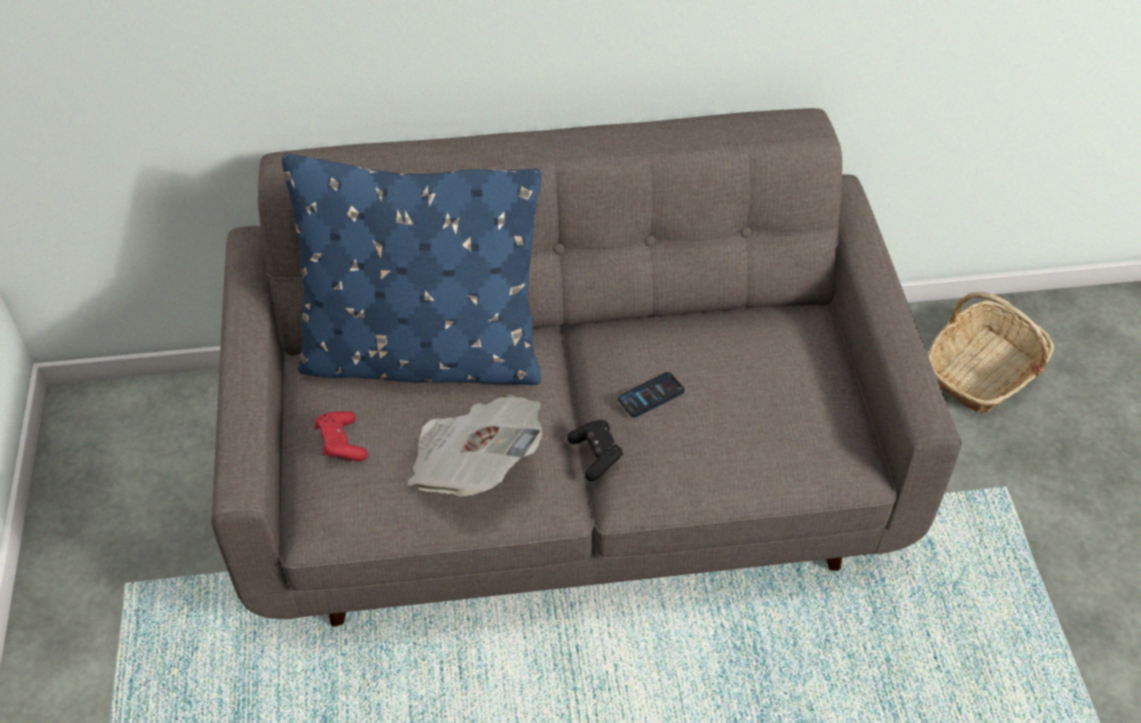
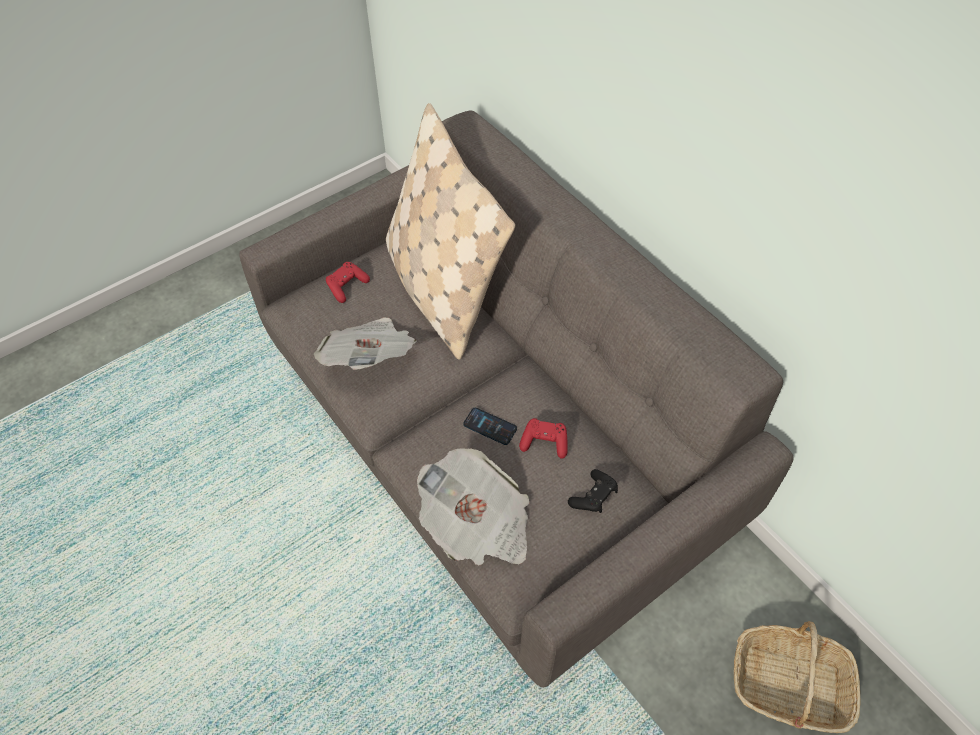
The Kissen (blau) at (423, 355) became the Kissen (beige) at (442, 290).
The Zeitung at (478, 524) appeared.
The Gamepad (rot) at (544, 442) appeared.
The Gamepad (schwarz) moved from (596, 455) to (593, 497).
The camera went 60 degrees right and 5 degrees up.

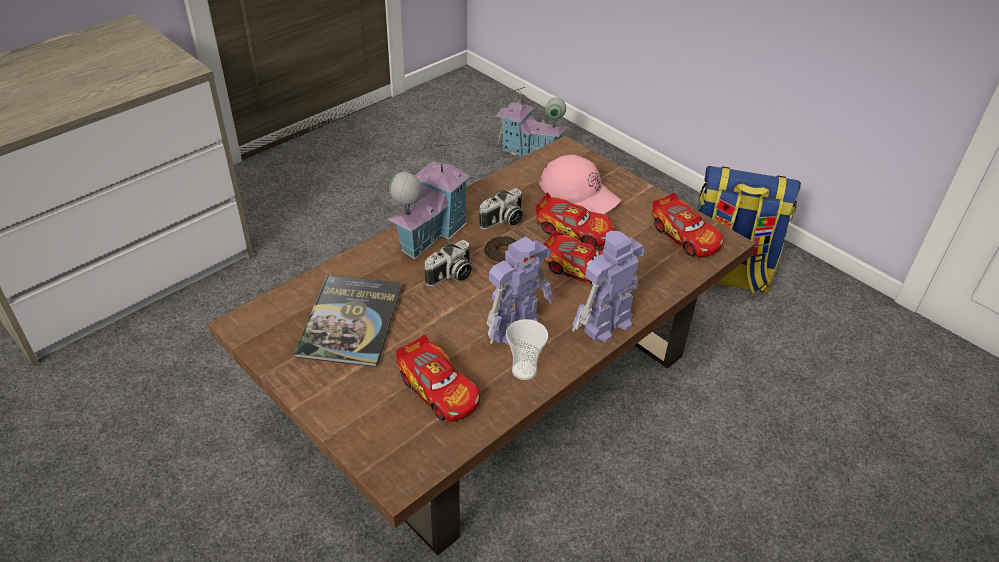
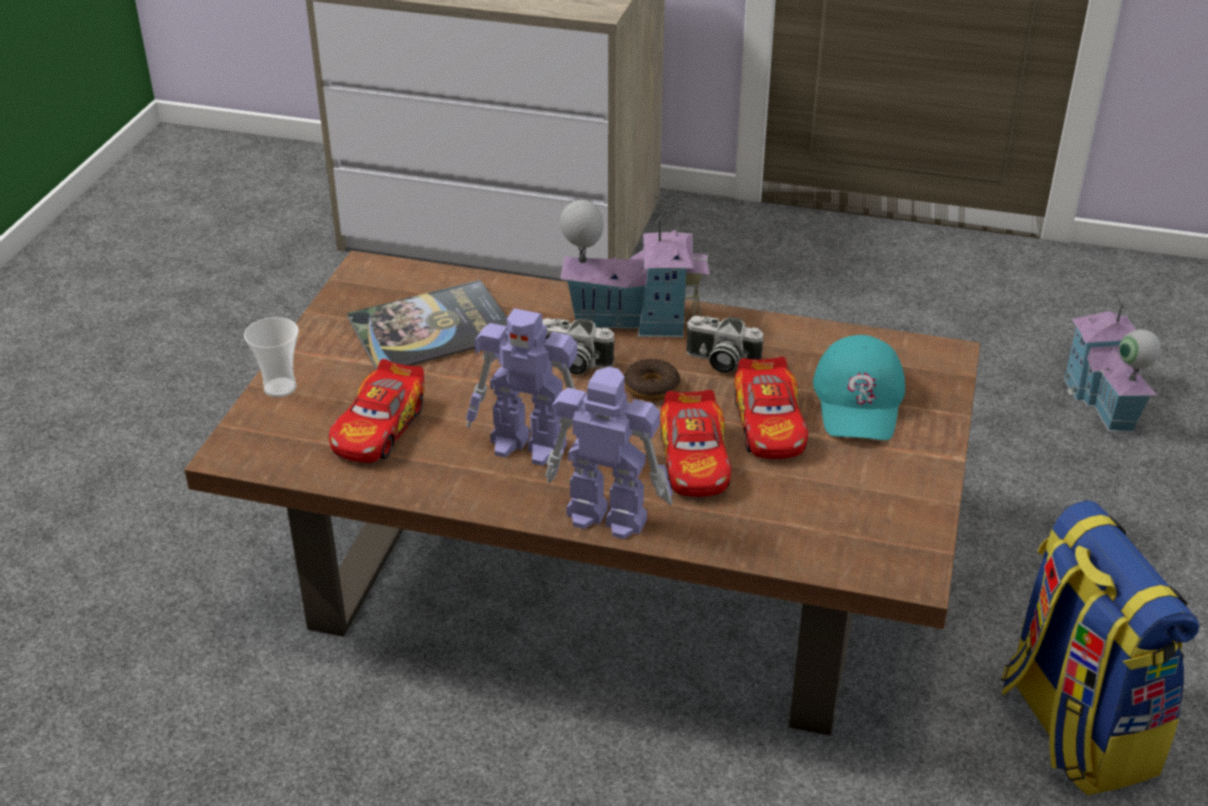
The Tasse moved from (524, 370) to (280, 388).
The Kappe (rosa) at (579, 192) became the Kappe (türkis) at (859, 400).
The Spielzeugauto at (685, 236) disappeared.
The camera went 60 degrees right and 5 degrees down.

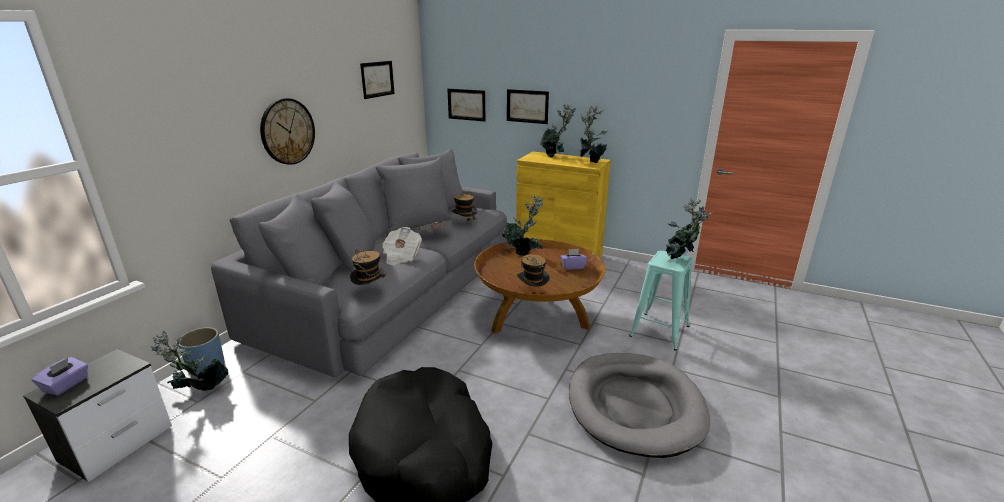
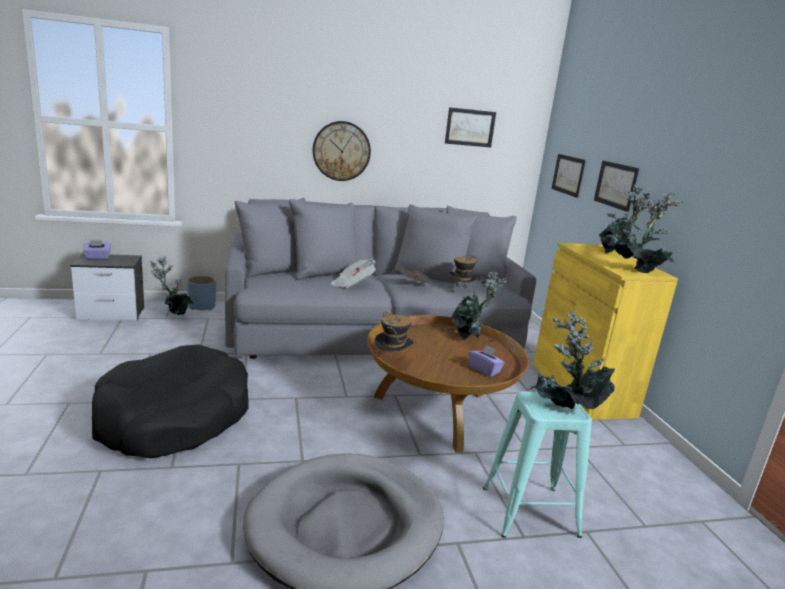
The Hut at (370, 292) disappeared.
The camera went 50 degrees right and 5 degrees down.

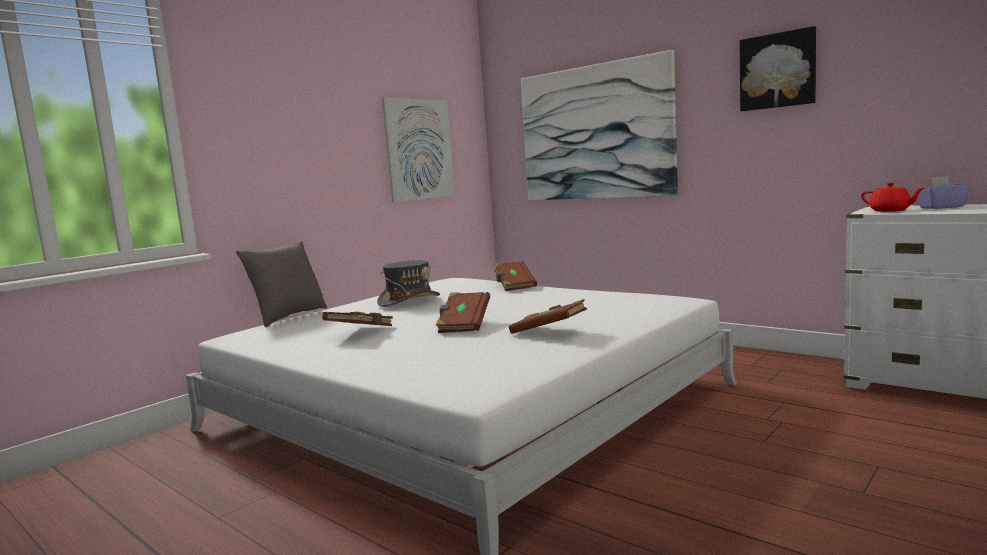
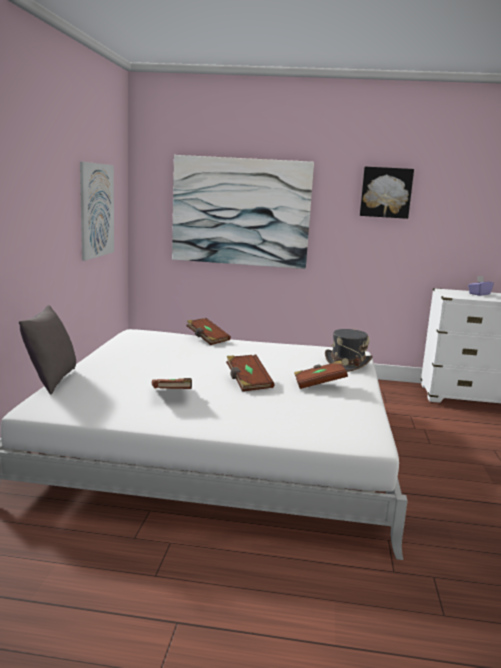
The Hut (grau) moved from (409, 300) to (347, 363).
The Teekanne (rot) at (890, 211) disappeared.
The camera went 35 degrees left and 5 degrees up.

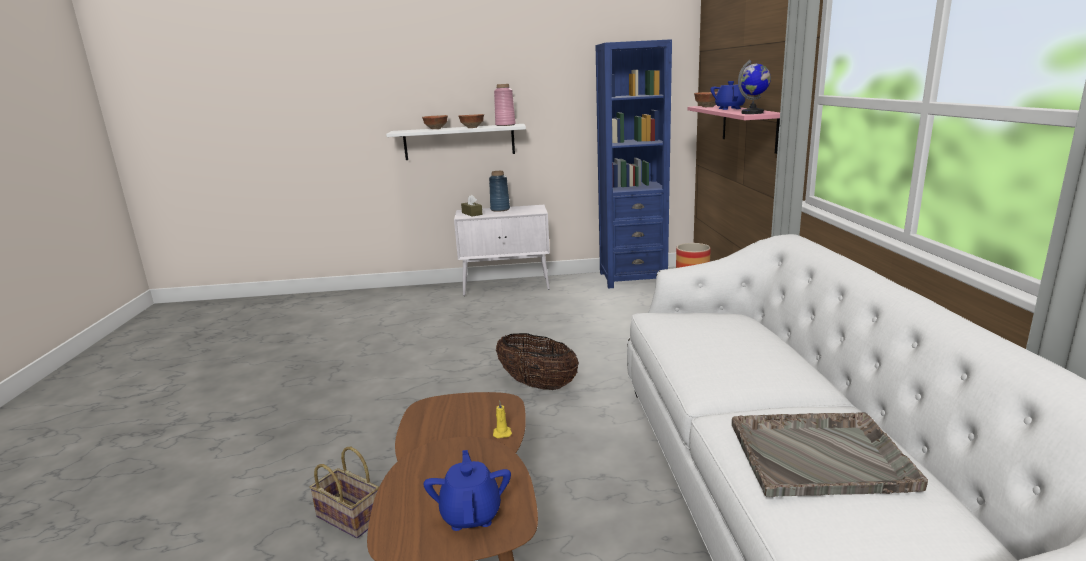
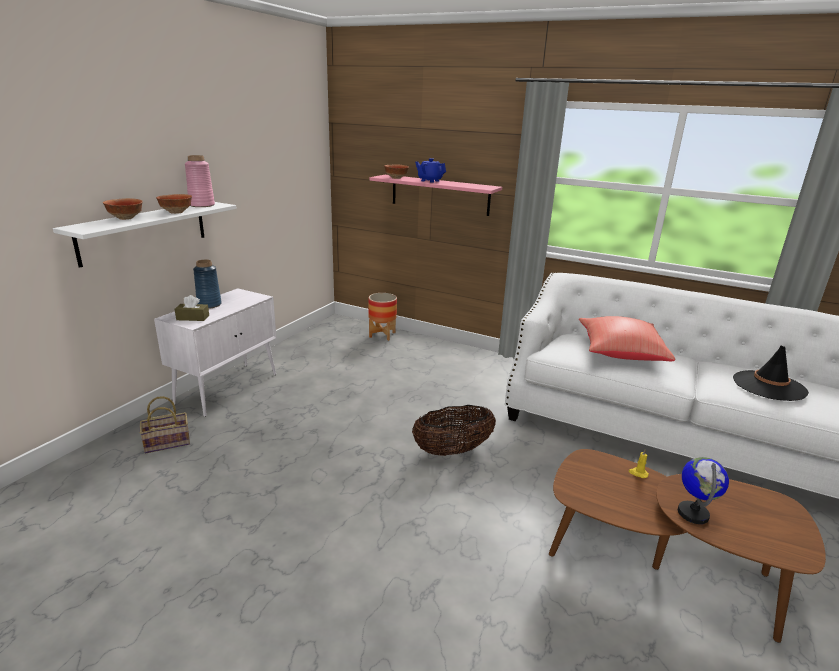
The Korb moved from (351, 517) to (168, 442).
The Kissen (rot) at (619, 353) appeared.
The Globus moved from (752, 113) to (693, 513).
The Tablett (grau) at (821, 456) was replaced by the Hut (schwarz) at (768, 386).
The Teekanne (blau) at (471, 514) disappeared.
The Bücherregal (blau) at (632, 278) disappeared.
The camera went 60 degrees left and 5 degrees up.

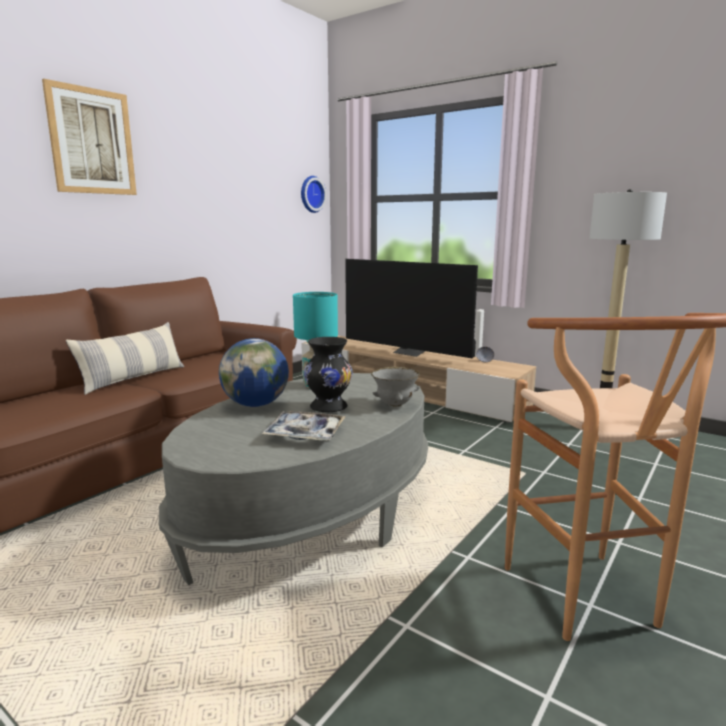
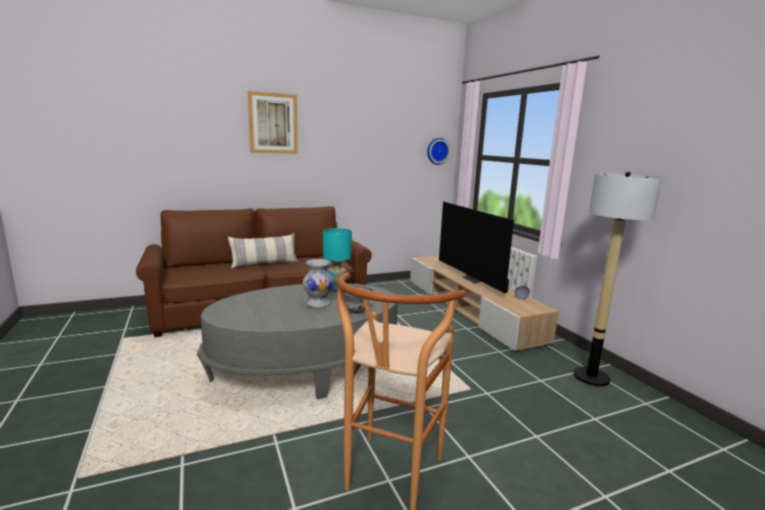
The Vase (schwarz) at (328, 407) became the Vase (weiß) at (318, 303).
The Globus at (256, 405) disappeared.
The Tablett at (305, 434) disappeared.
The camera went 30 degrees right and 0 degrees up.

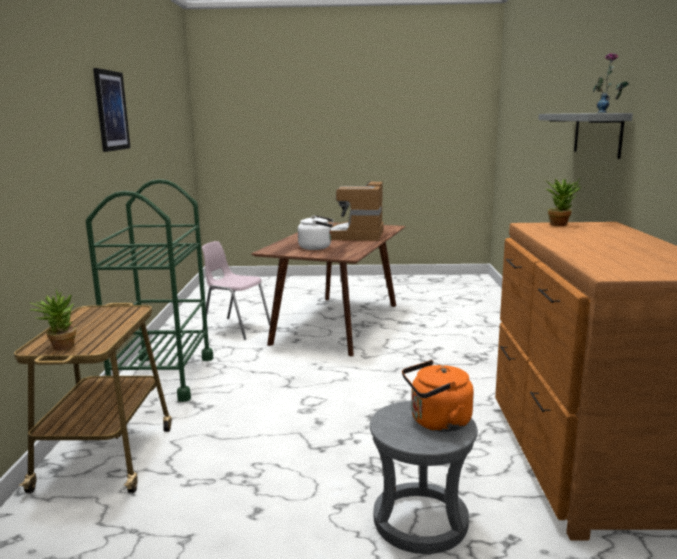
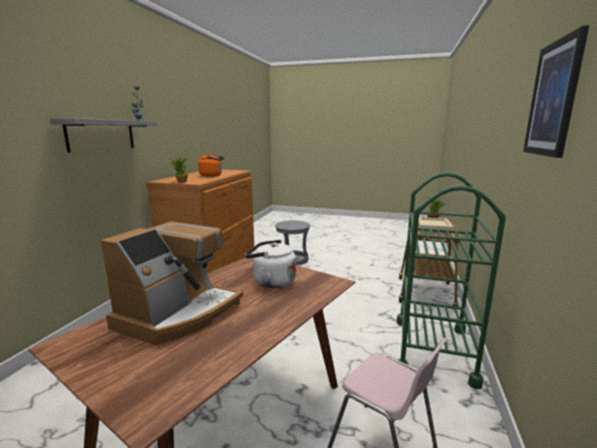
The Wasserkessel (orange) moved from (437, 422) to (212, 175).
The Tablett (beige) at (433, 228) appeared.
The camera went 165 degrees left and 0 degrees up.

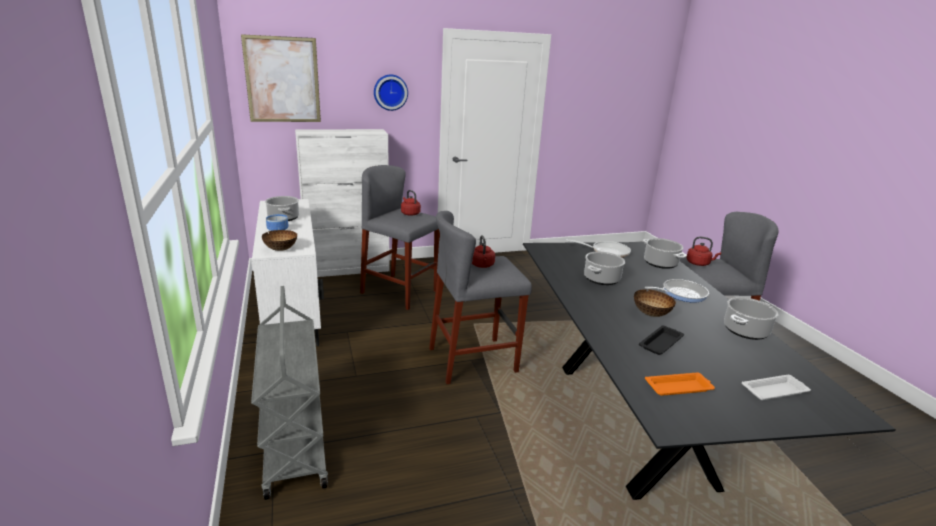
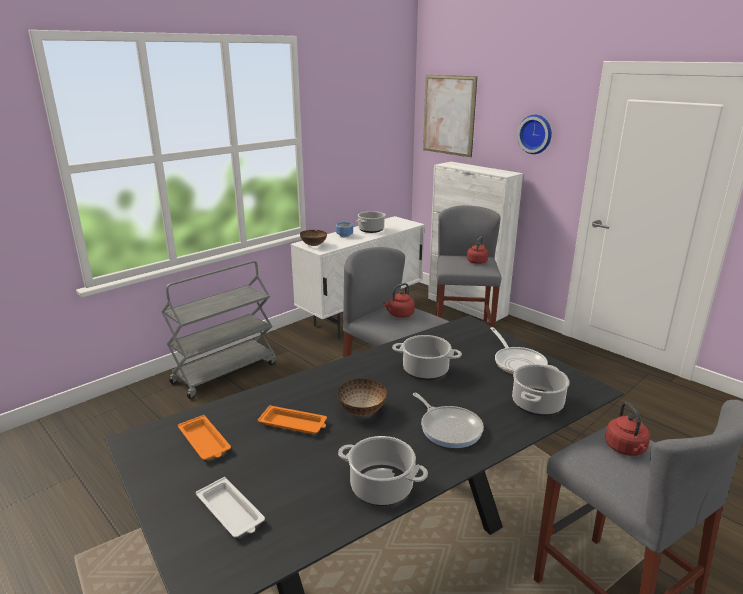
The Tablett (schwarz) at (661, 343) became the Tablett (orange) at (294, 424).
The camera went 65 degrees right and 0 degrees up.

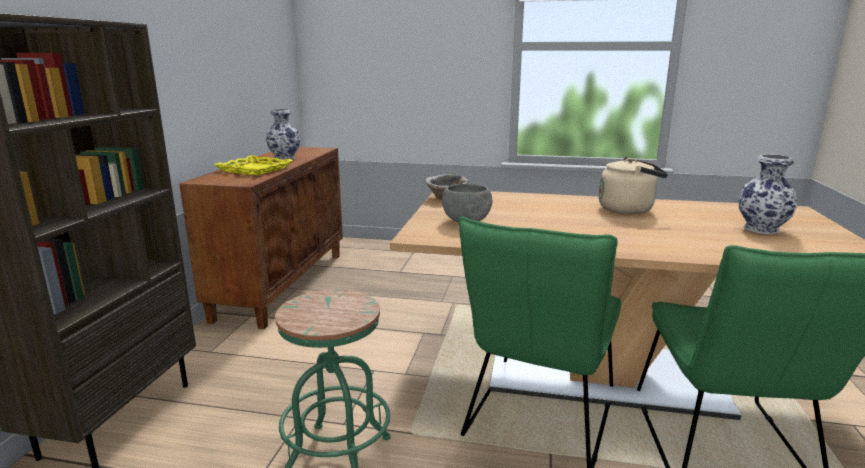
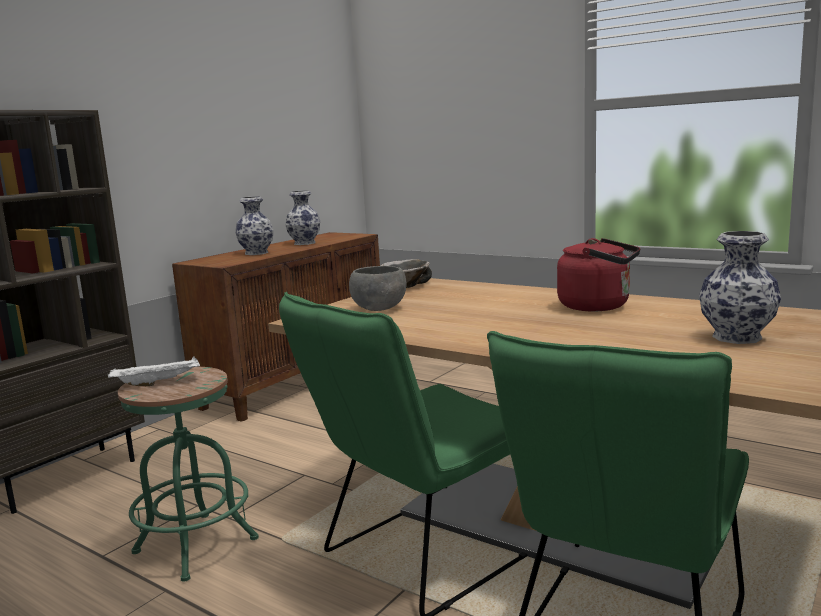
The Tablett (weiß) at (158, 383) appeared.
The Tablett (gelb) at (255, 169) was replaced by the Vase at (257, 253).
The Wasserkessel (beige) at (629, 209) became the Wasserkessel (rot) at (598, 306).
The camera went 25 degrees right and 5 degrees down.

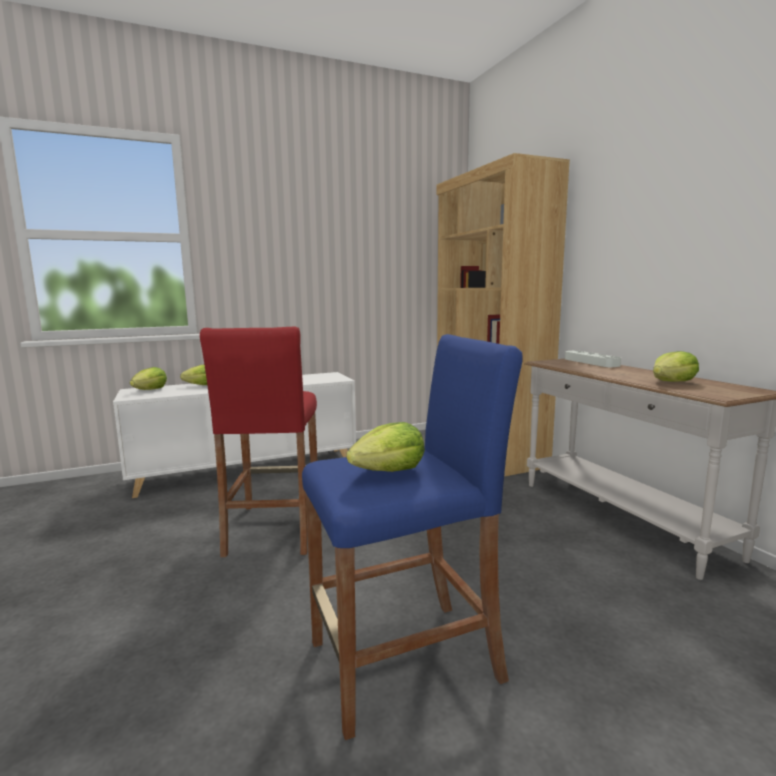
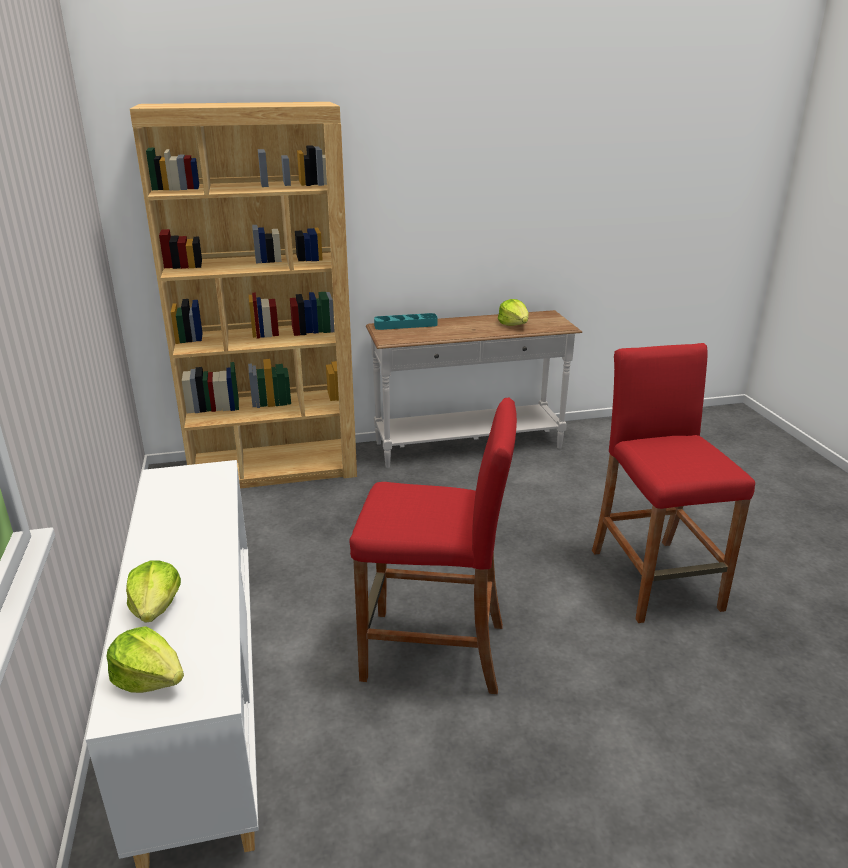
The Tablett (weiß) at (591, 362) became the Tablett (türkis) at (405, 325).
The Hocker (blau) at (405, 662) became the Hocker (rot) at (655, 579).
The Salatkopf at (389, 471) disappeared.
The camera went 80 degrees left and 15 degrees up.

